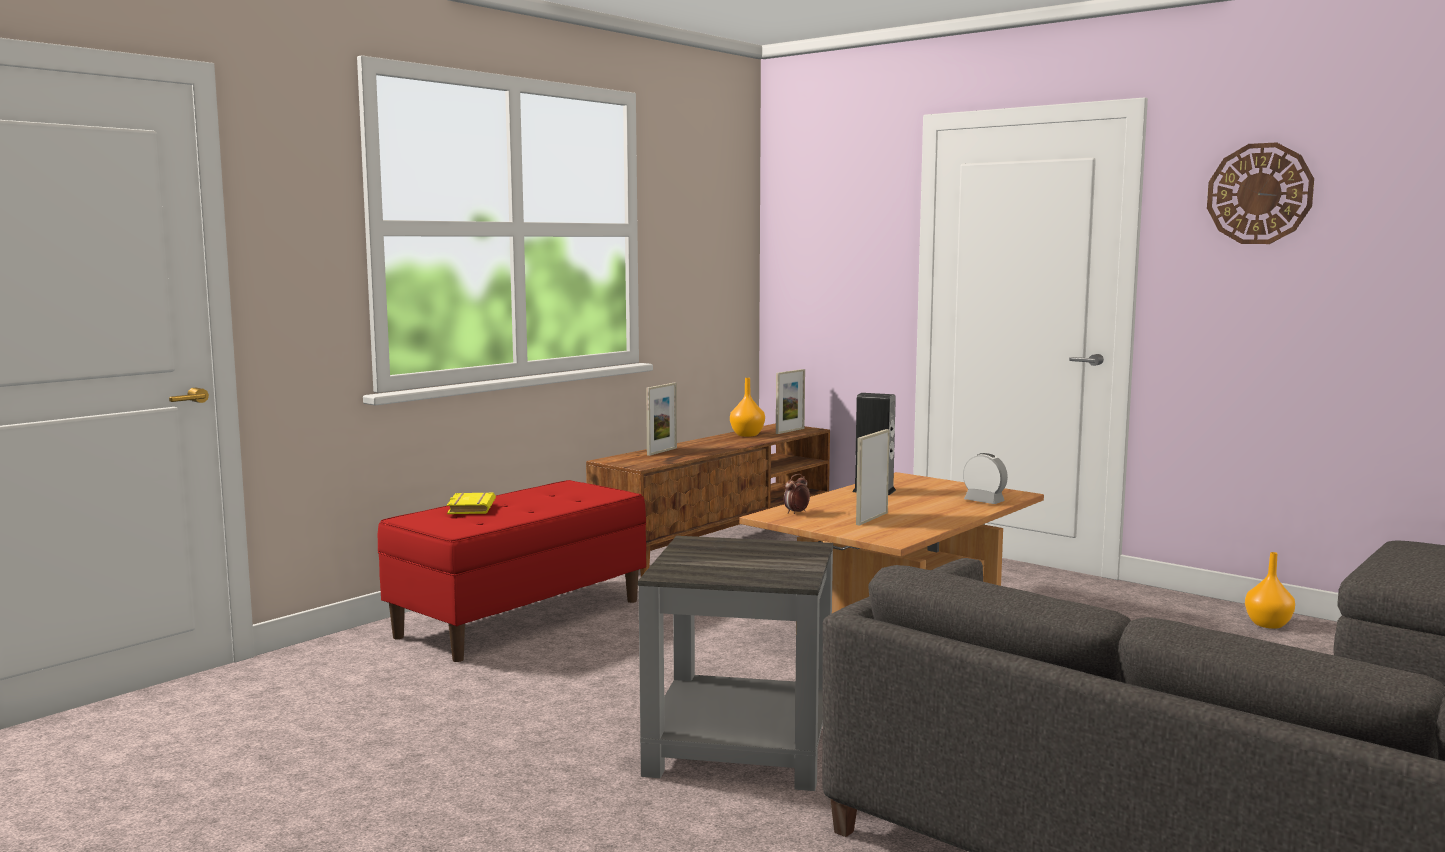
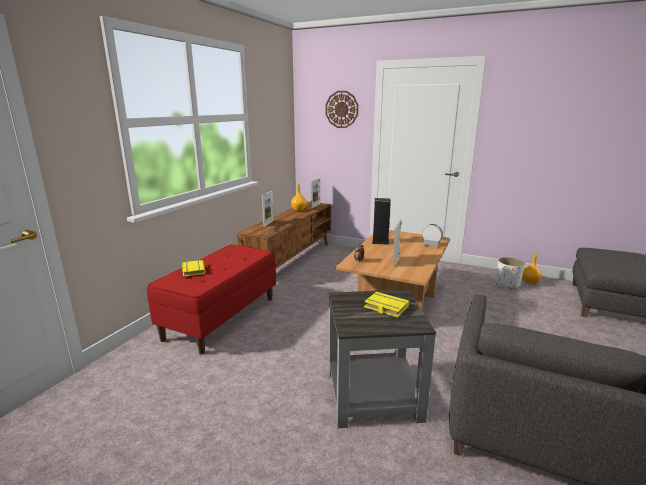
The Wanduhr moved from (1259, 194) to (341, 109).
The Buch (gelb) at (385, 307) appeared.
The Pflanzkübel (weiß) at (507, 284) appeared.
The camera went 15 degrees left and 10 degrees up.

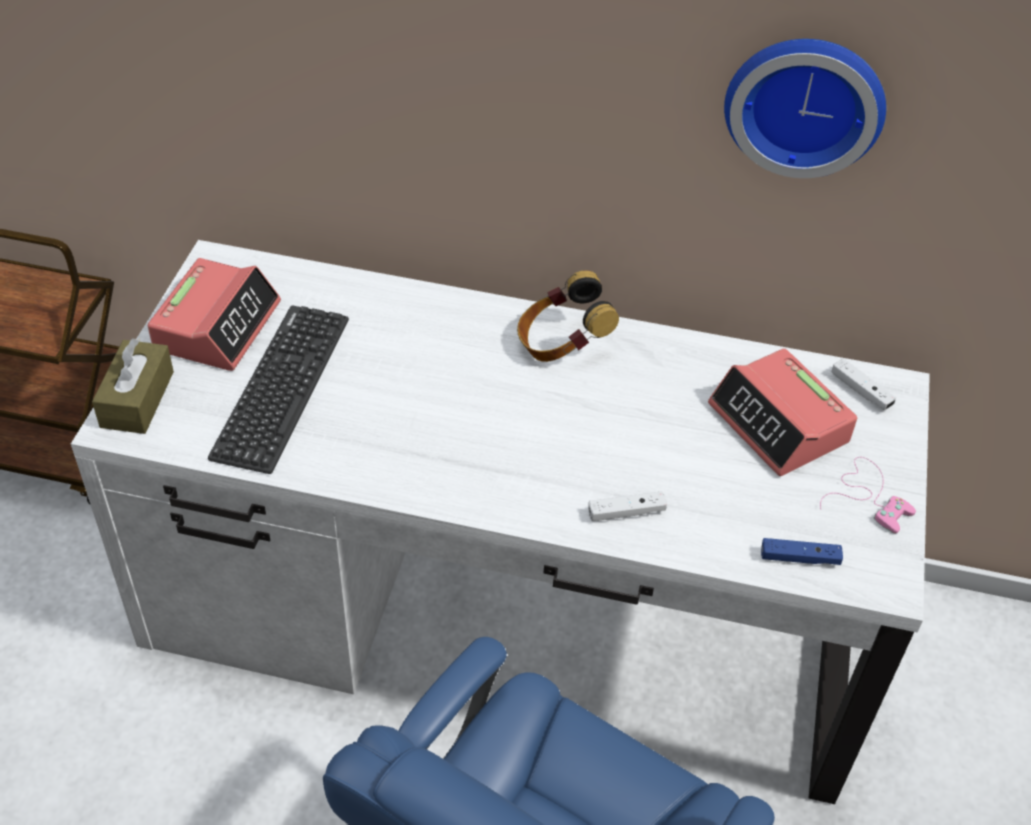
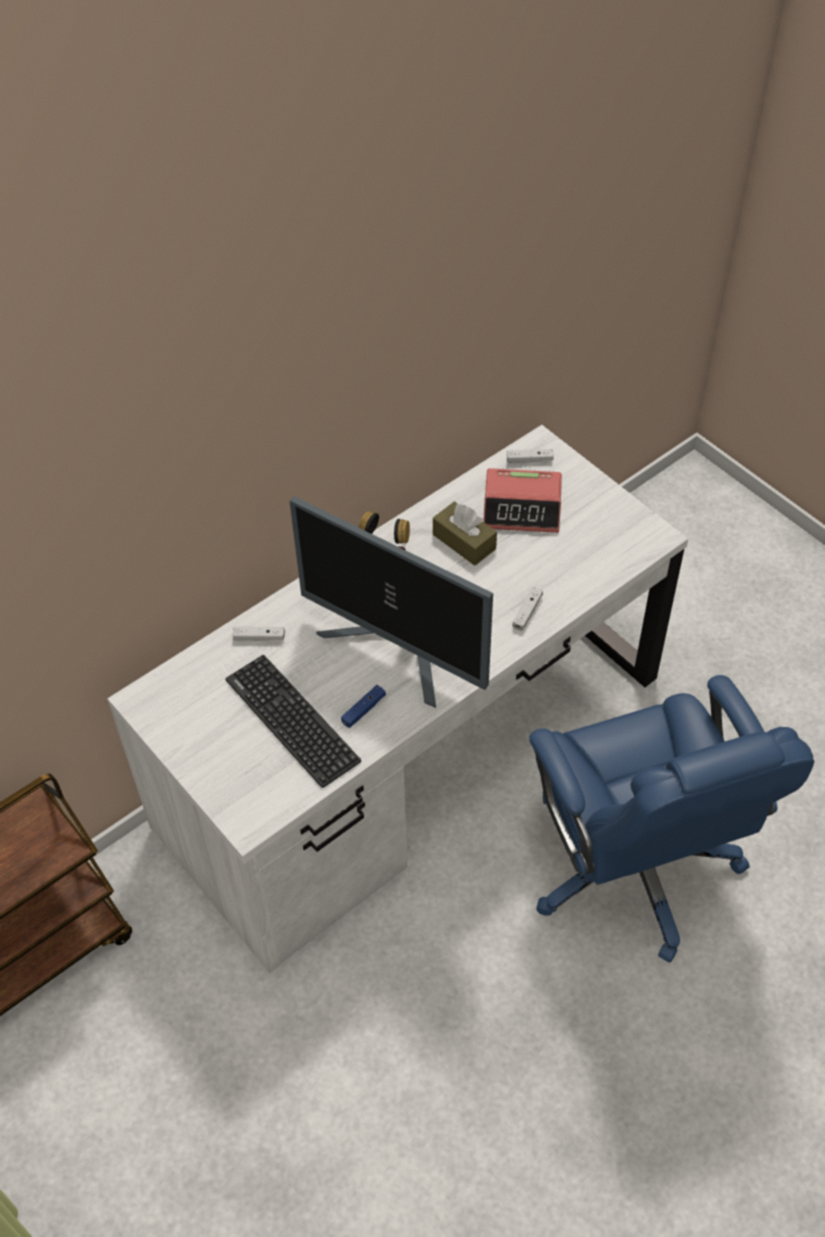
The Gamepad (weiß) at (259, 637) appeared.
The Monitor at (397, 652) appeared.
The Gamepad (blau) moved from (799, 558) to (363, 710).
The Taschentuchbox (braun) moved from (137, 399) to (464, 541).
The Wecker at (217, 326) disappeared.
The Wanduhr at (805, 102) disappeared.
The Gamepad (rosa) at (868, 496) disappeared.
The camera went 50 degrees left and 5 degrees up.

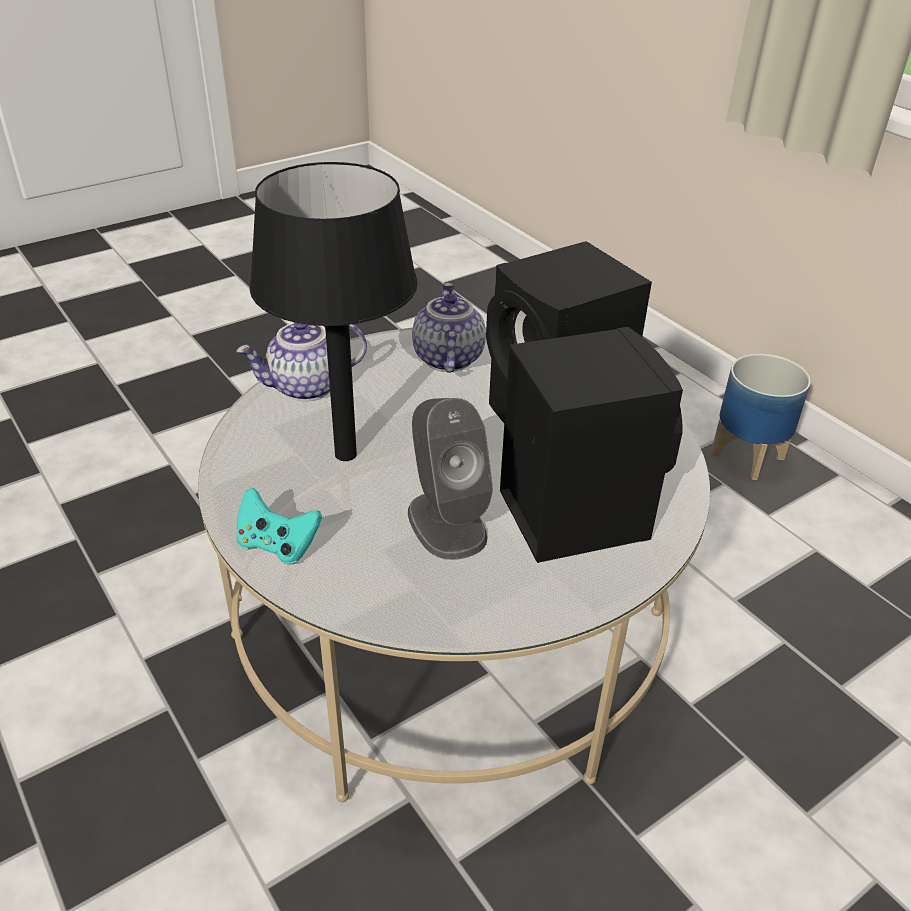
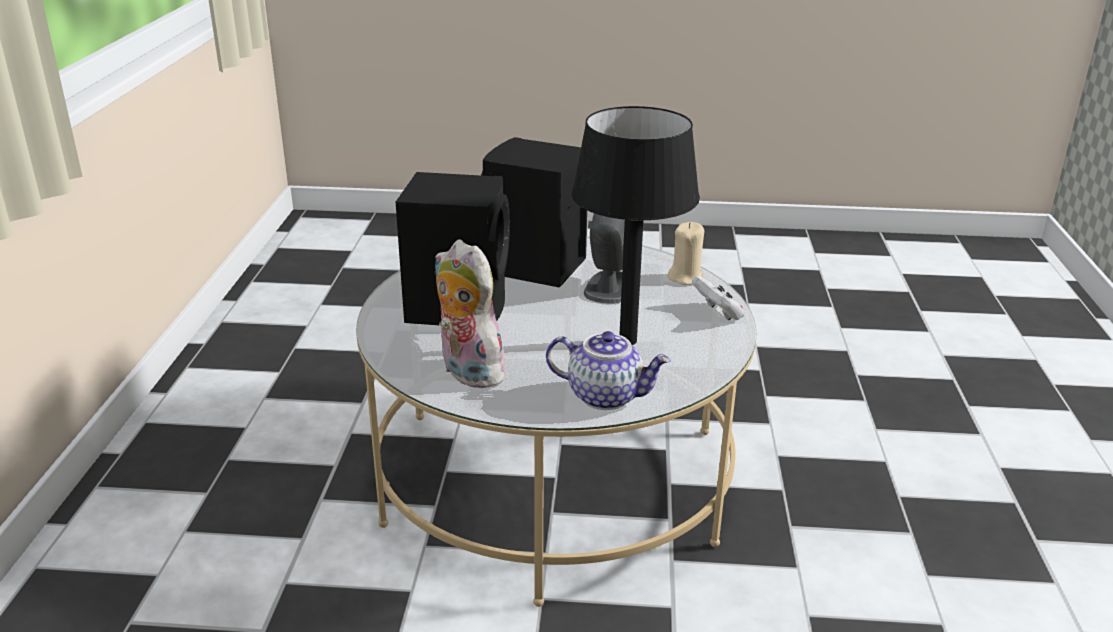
The Teekanne at (446, 358) was replaced by the Plüschtier at (467, 372).
The Kerze (beige) at (685, 277) appeared.
The Gamepad (türkis) at (277, 545) became the Gamepad (weiß) at (718, 314).
The Pflanzkübel at (746, 457) disappeared.
The camera went 140 degrees left and 10 degrees down.

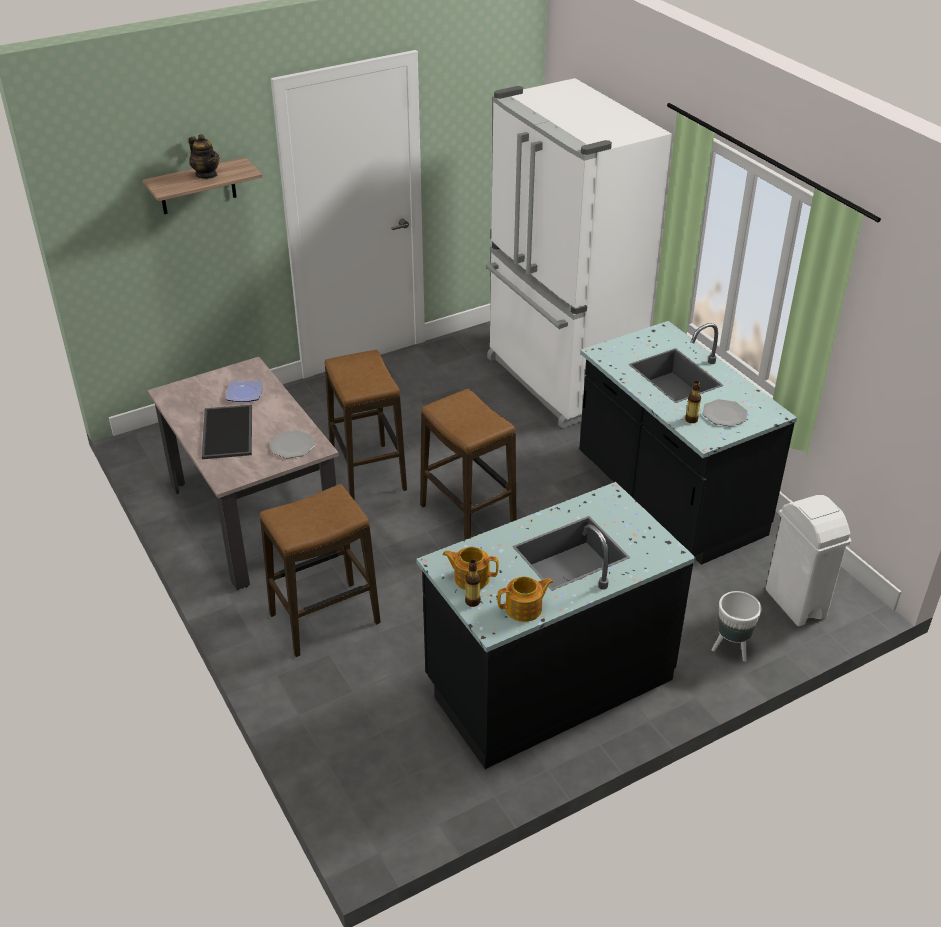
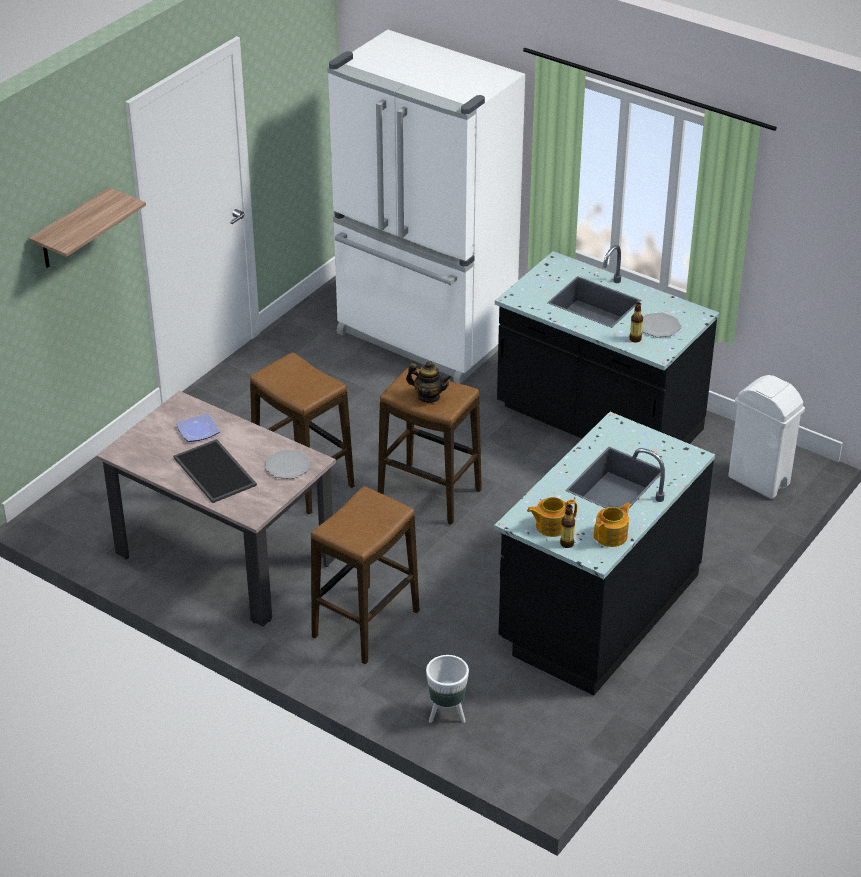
The Teekanne moved from (206, 174) to (429, 397).
The Pflanzkübel (weiß) moved from (731, 649) to (446, 714).
The camera went 25 degrees left and 0 degrees up.

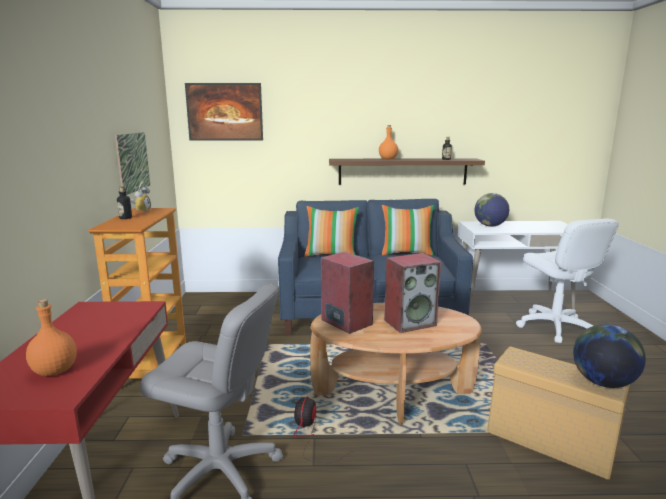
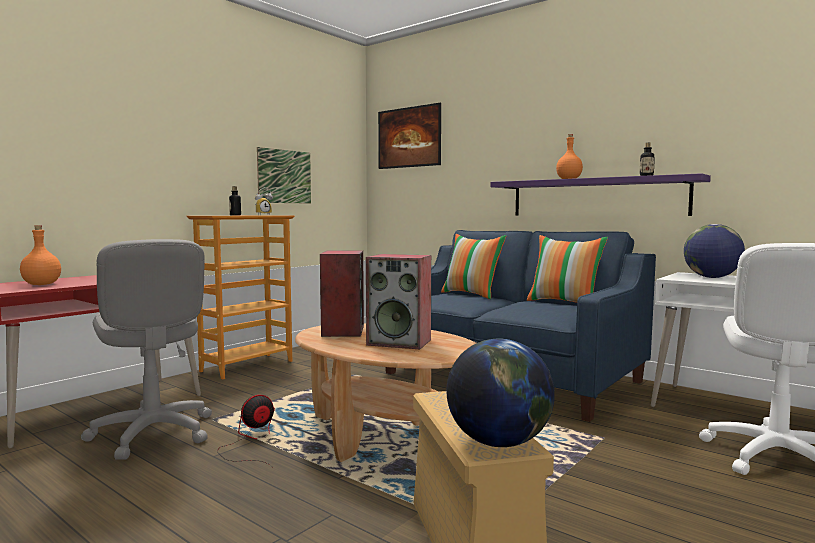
The Wandregal (braun) at (402, 171) became the Wandregal (lila) at (595, 197).
The camera went 40 degrees right and 10 degrees down.

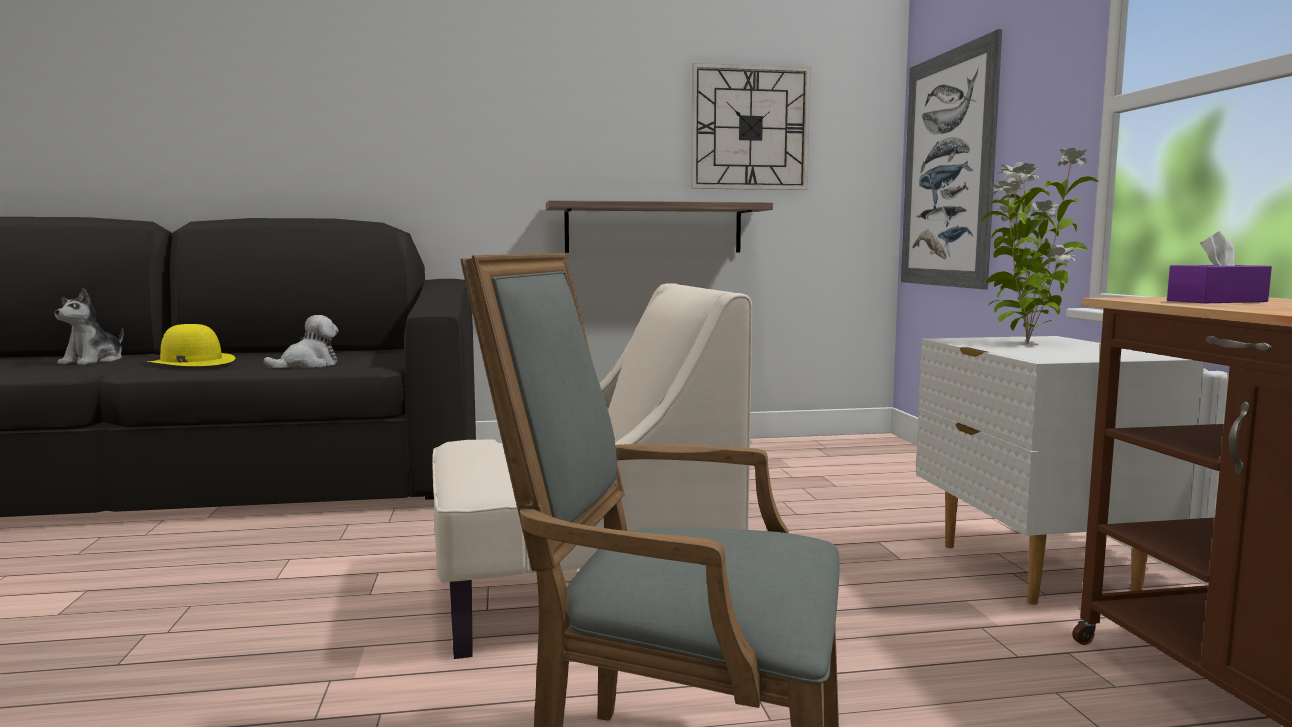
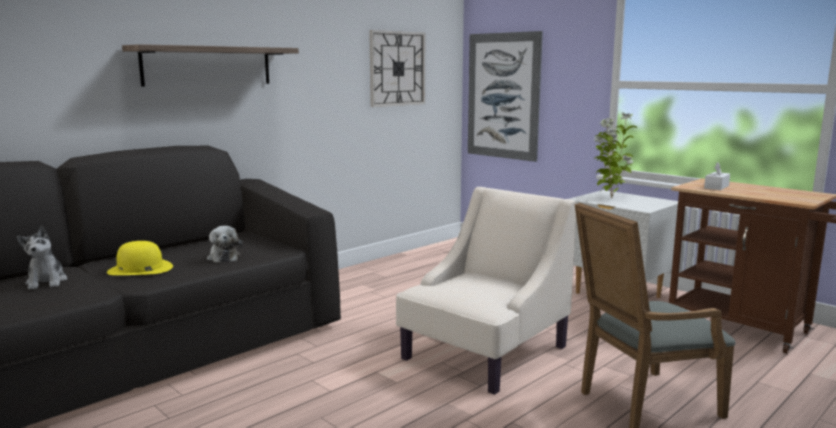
The Wandregal moved from (653, 228) to (208, 66).
The Plüschtier at (307, 365) turned 150 degrees clockwise.
The Taschentuchbox (lila) at (1216, 301) became the Taschentuchbox (weiß) at (716, 187).
The camera went 35 degrees left and 5 degrees up.

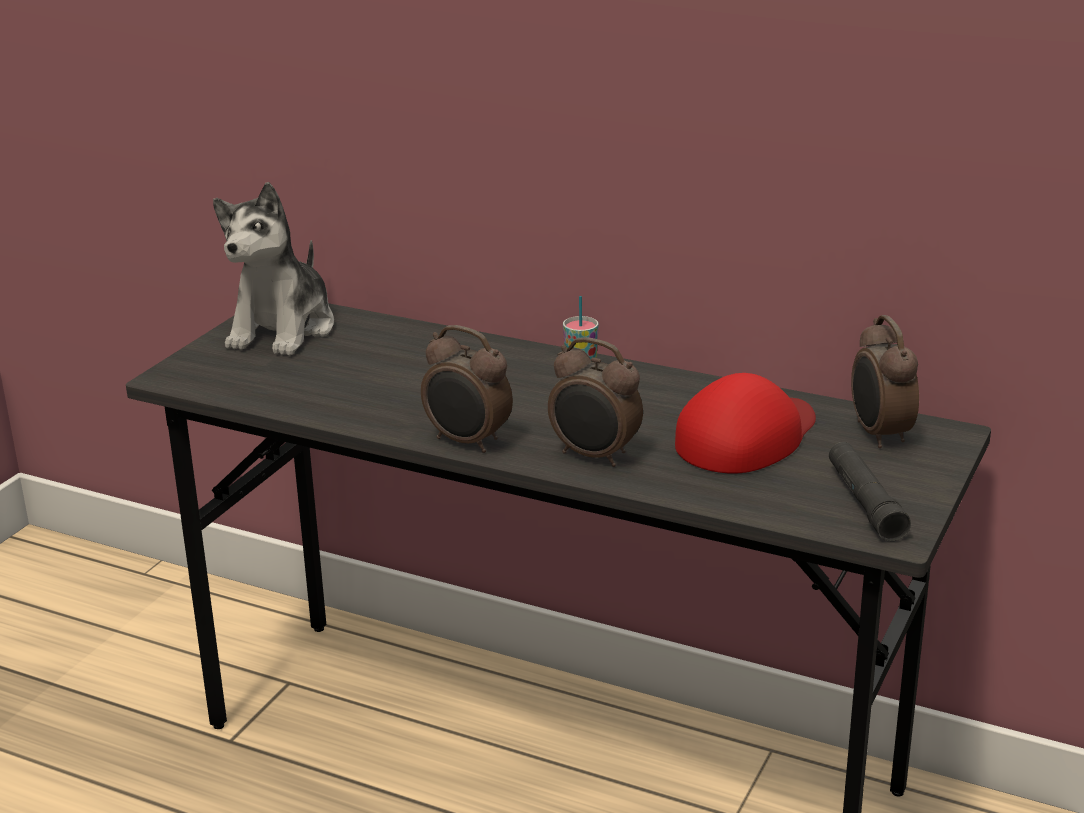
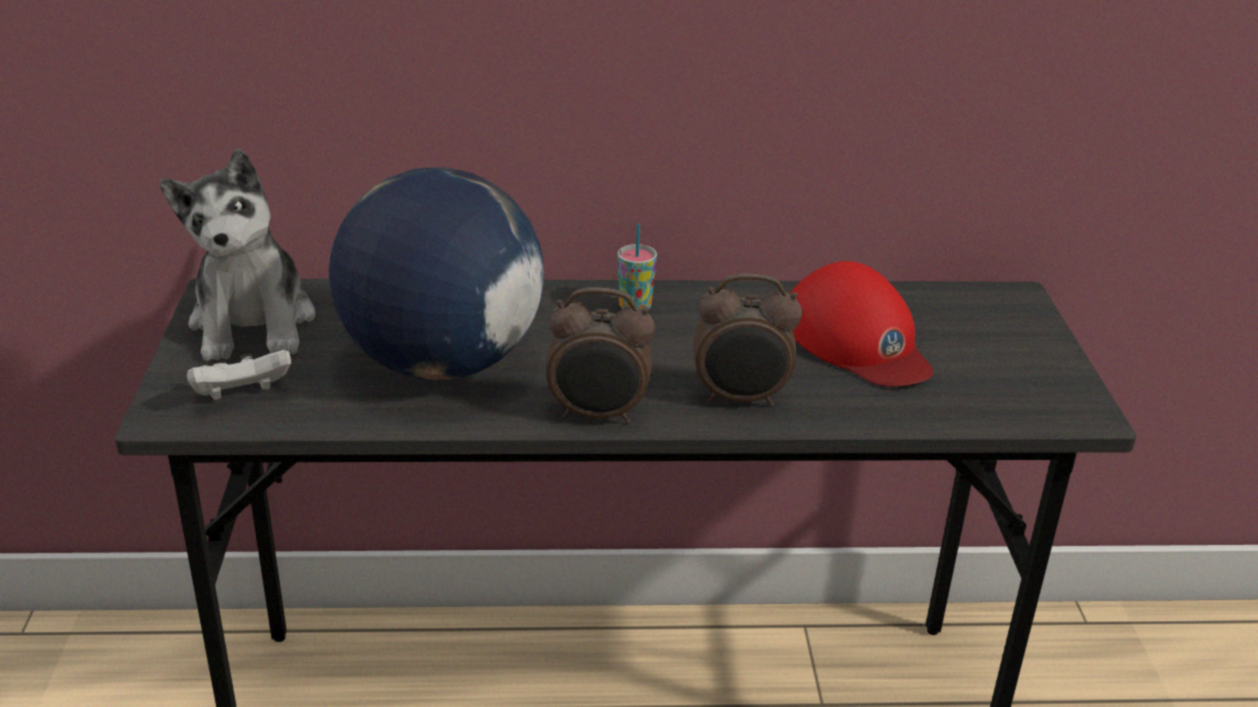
The Gamepad (weiß) at (242, 396) appeared.
The Globus at (441, 364) appeared.
The Kappe (rot) at (747, 437) turned 135 degrees clockwise.
The Taschenlampe (schwarz) at (865, 502) disappeared.
The Wecker at (878, 435) disappeared.
The camera went 30 degrees left and 5 degrees up.

